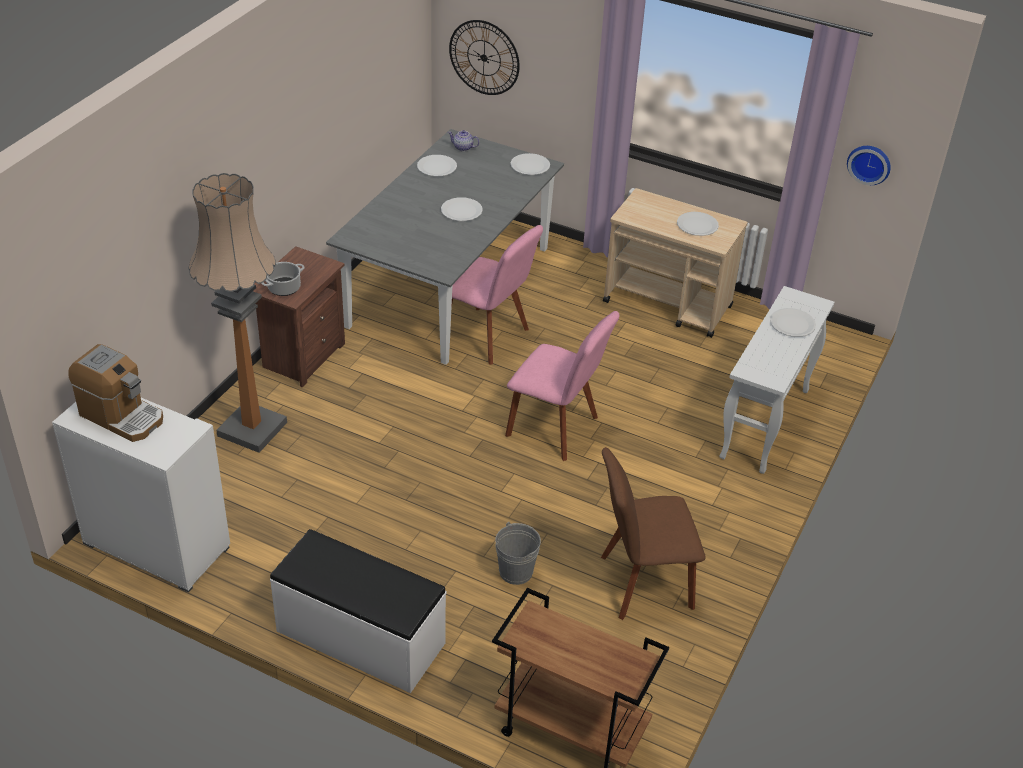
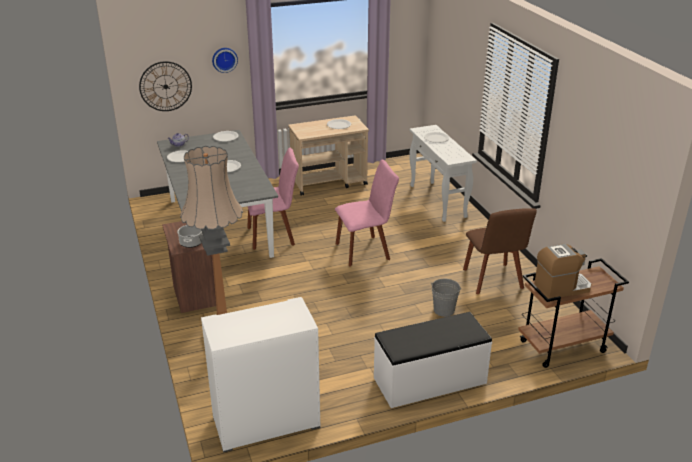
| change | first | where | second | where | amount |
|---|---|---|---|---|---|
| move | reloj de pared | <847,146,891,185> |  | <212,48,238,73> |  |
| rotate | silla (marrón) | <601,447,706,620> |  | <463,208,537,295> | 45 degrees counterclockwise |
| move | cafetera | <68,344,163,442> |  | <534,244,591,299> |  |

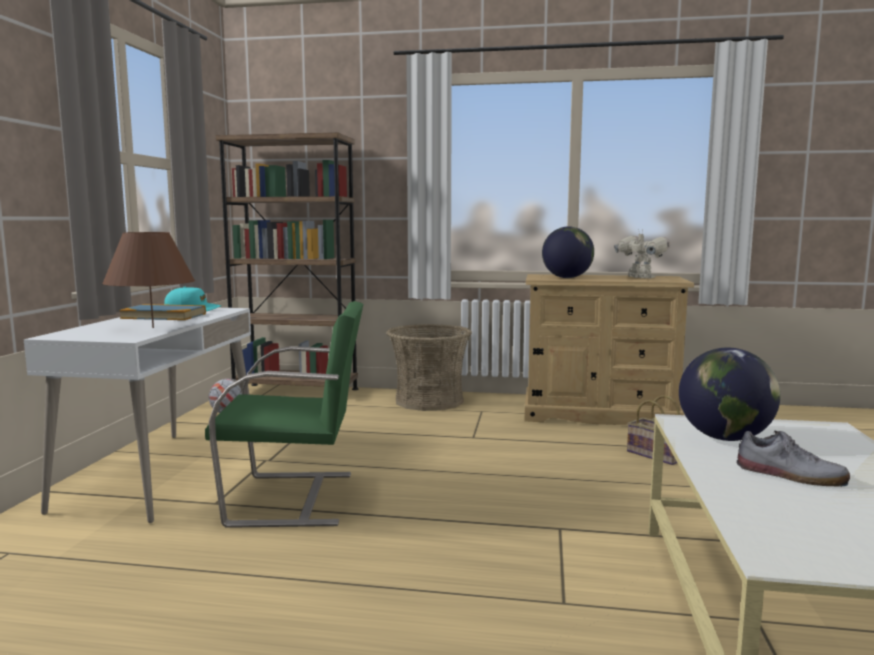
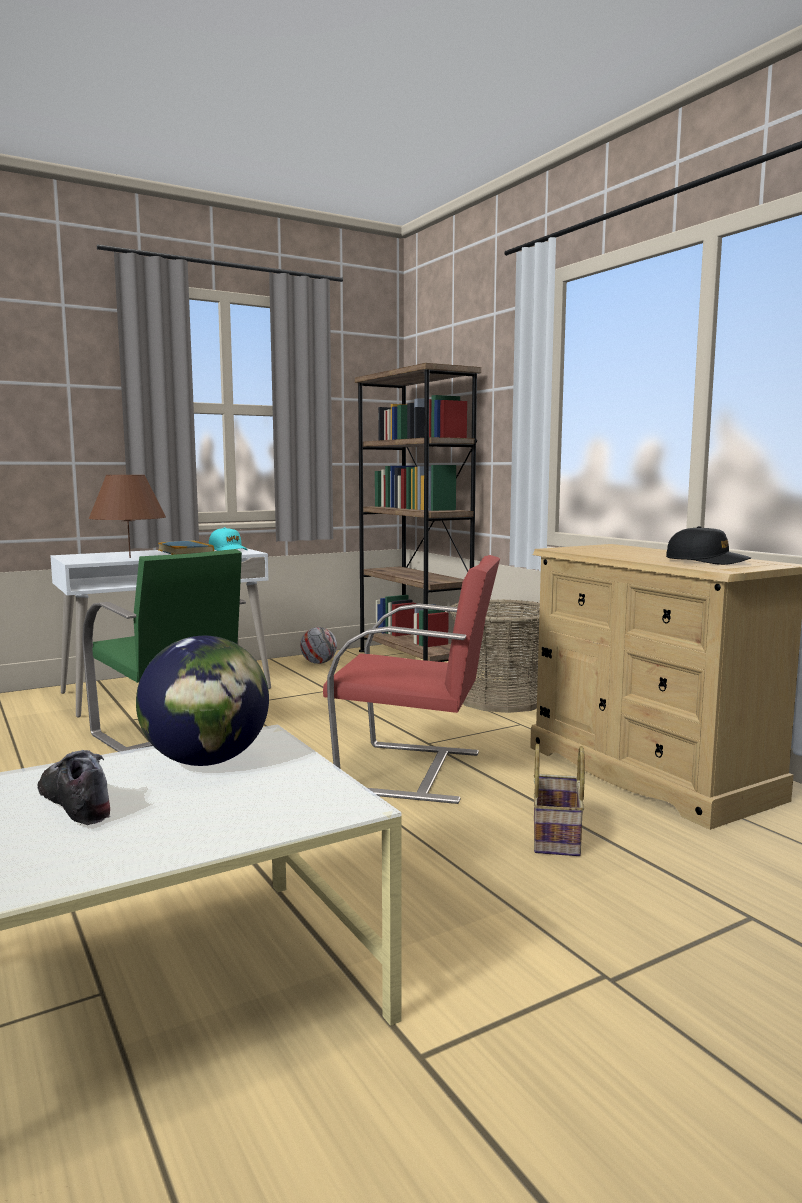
| change | first | where | second | where | amount |
|---|---|---|---|---|---|
| rotate | zapato | <736,431,850,487> |  | <38,750,111,825> | 150 degrees clockwise |
| insert |  |  | silla (rojo) | <323,555,500,804> |  |
| replace | robot de juguete | <614,229,671,279> | gorra (negro) | <666,526,751,565> |  |
| delete | globo terráqueo | <542,227,594,278> |  |  |  |

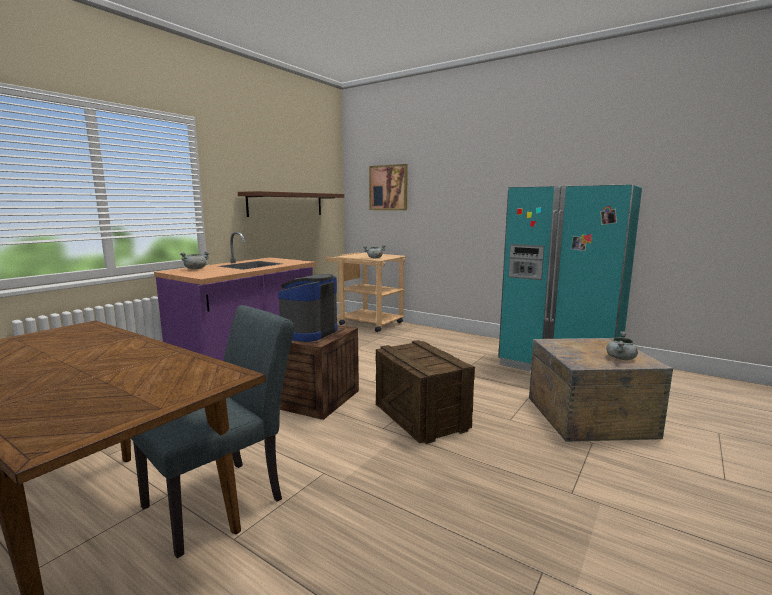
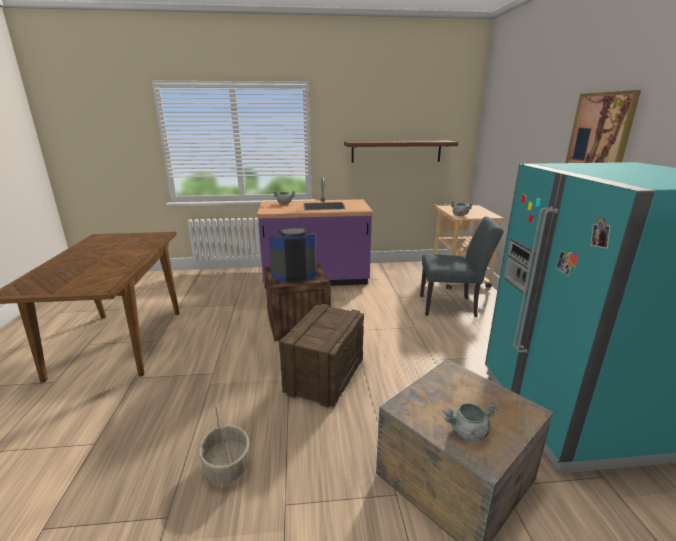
| change | first | where | second | where | amount |
|---|---|---|---|---|---|
| insert |  |  | cesta | <198,403,250,484> |  |
| move | silla (gris) | <131,305,294,558> |  | <420,216,503,317> |  |
| move | cuadro | <369,164,408,210> |  | <565,90,641,163> |  |

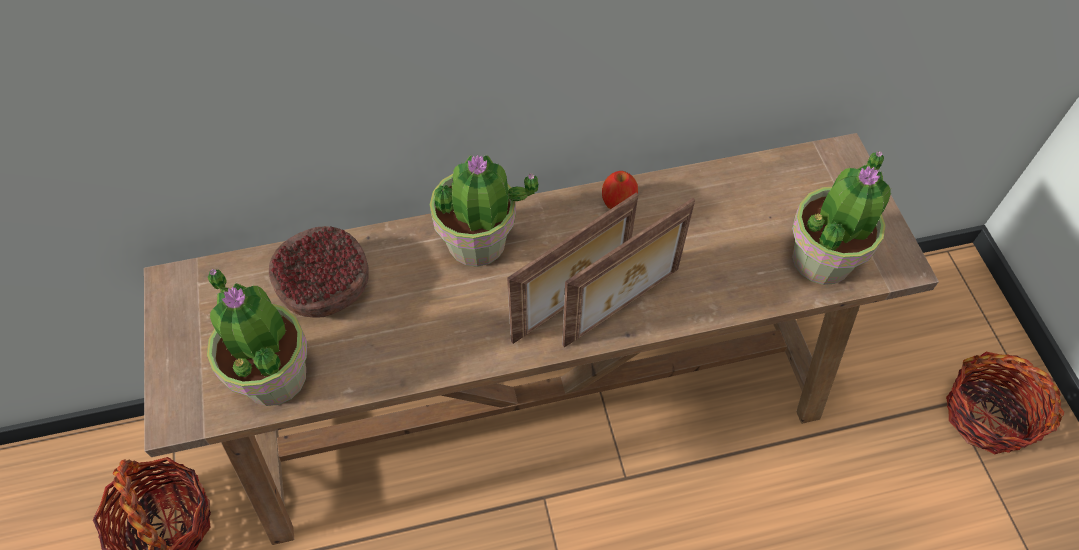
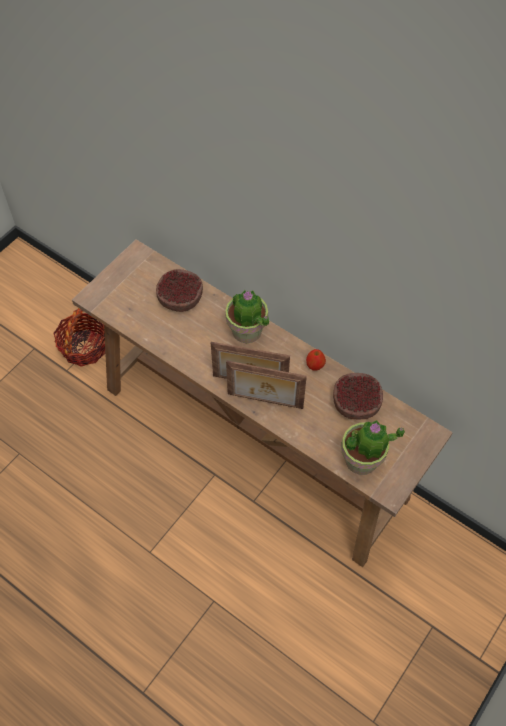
| change | first | where | second | where | amount |
|---|---|---|---|---|---|
| insert |  |  | cuenco | <333,373,383,420> |  |
| delete | planta en maceta | <207,269,307,406> |  |  |  |
| delete | cesta | <946,352,1064,454> |  |  |  |

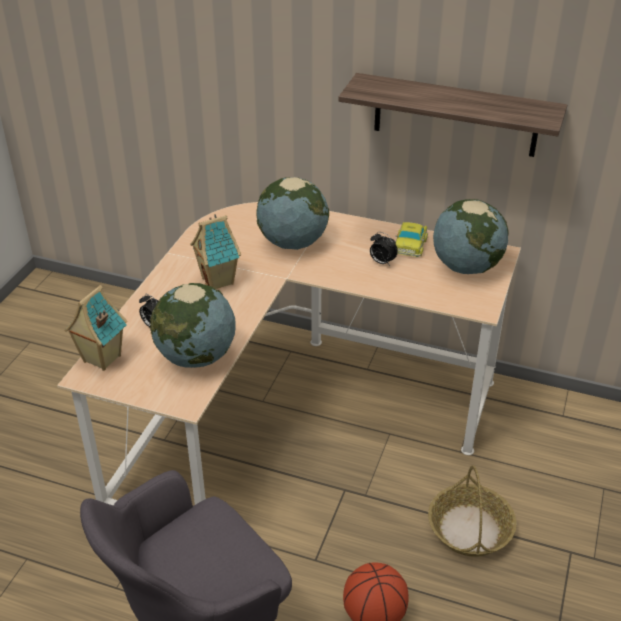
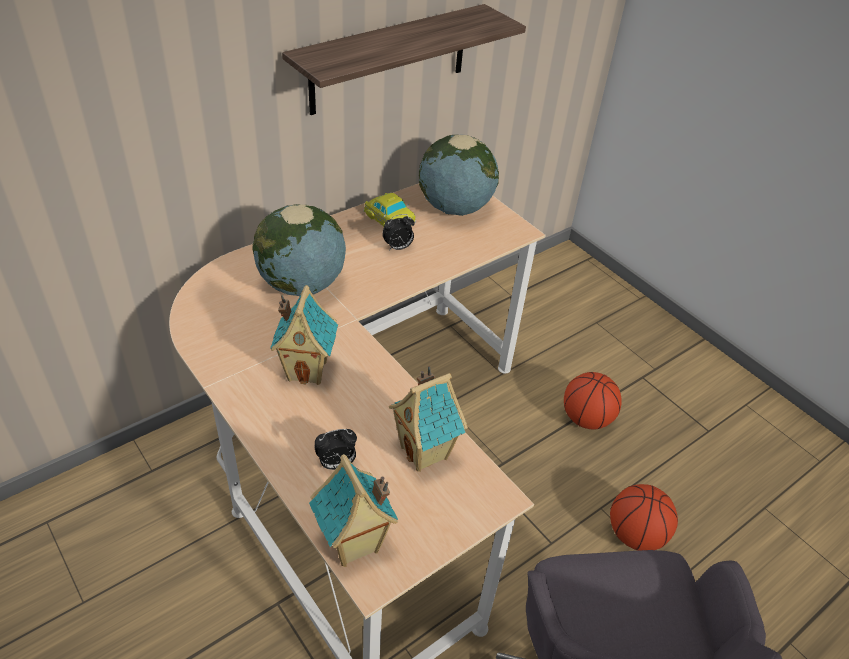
| change | first | where | second | where | amount |
|---|---|---|---|---|---|
| replace | globo terráqueo | <150,283,236,368> | casita | <389,366,468,472> |  |
| replace | cesta | <428,465,516,557> | balón de baloncesto | <564,372,622,429> |  |

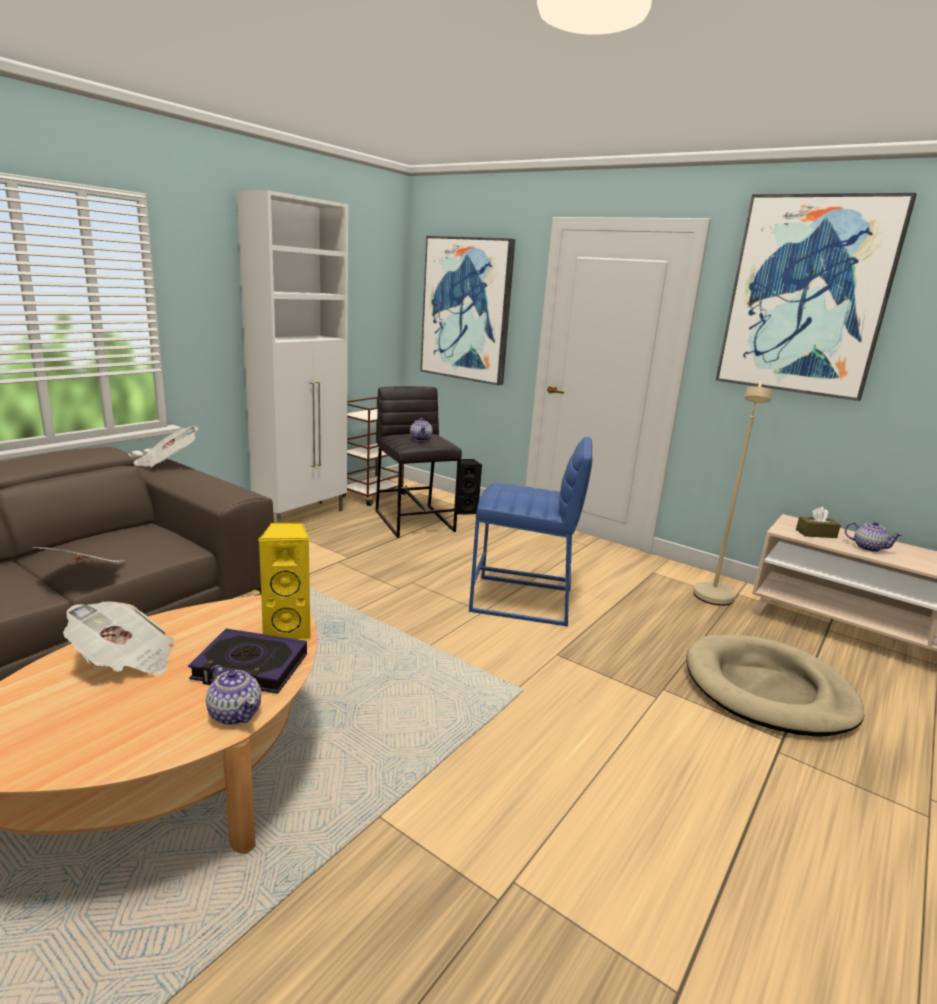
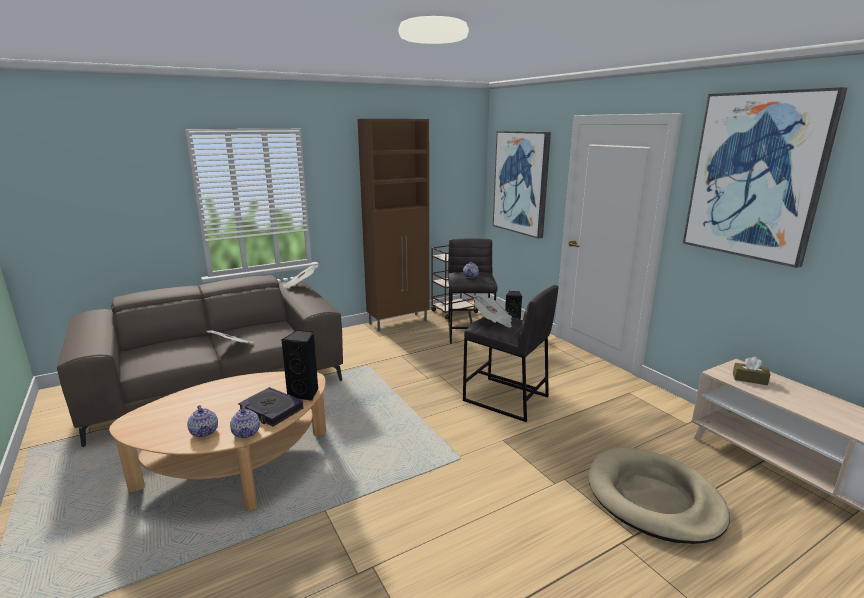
| change | first | where | second | where | amount |
|---|---|---|---|---|---|
| move | tetera | <845,521,903,552> |  | <187,405,218,438> |  |
| recolor | altavoz (amarillo) | <258,522,311,640> | altavoz (negro) | <282,330,318,401> |  |
| recolor | armario (blanco) | <237,190,348,523> | armario (marrón) | <357,119,429,331> |  |
| recolor | taburete (azul) | <469,437,592,626> | taburete (gris) | <463,285,558,422> |  |
| move | periódico | <63,601,174,675> |  | <473,295,512,328> |  |
| delete | lámpara de pie (beis) | <693,381,773,606> |  |  |  |

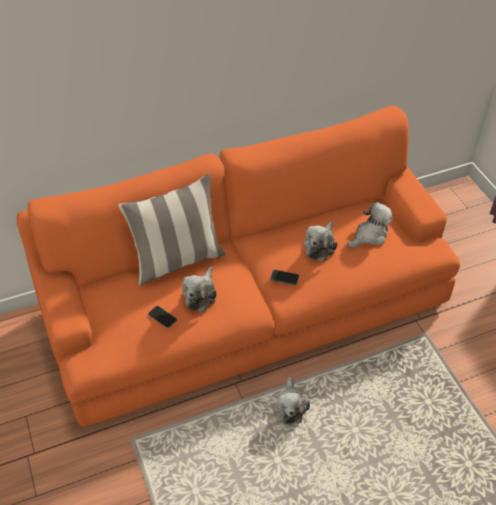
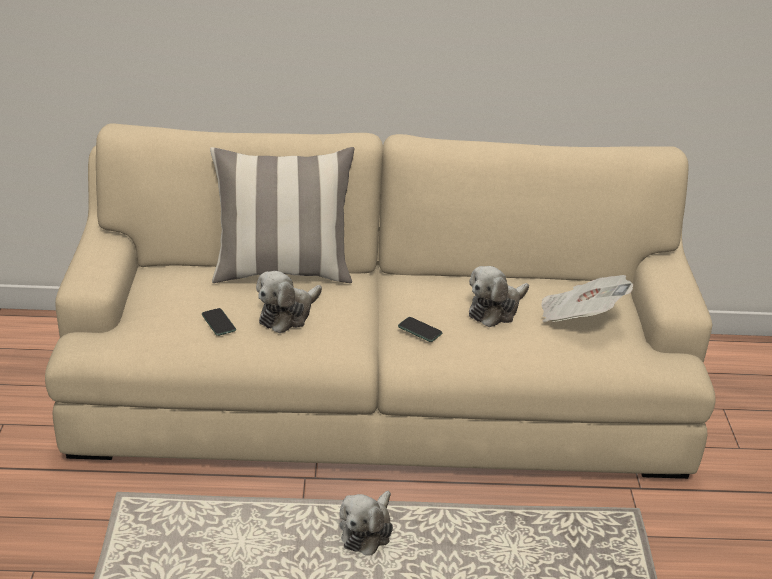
| change | first | where | second | where | amount |
|---|---|---|---|---|---|
| recolor | sofá (naranja) | <16,105,460,427> | sofá (beis) | <45,123,716,479> |  |
| replace | peluche | <347,202,393,248> | periódico | <541,275,633,322> |  |

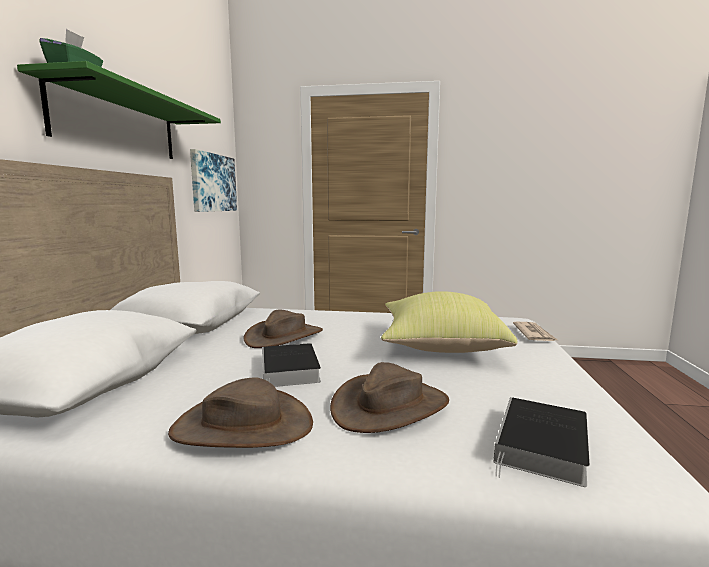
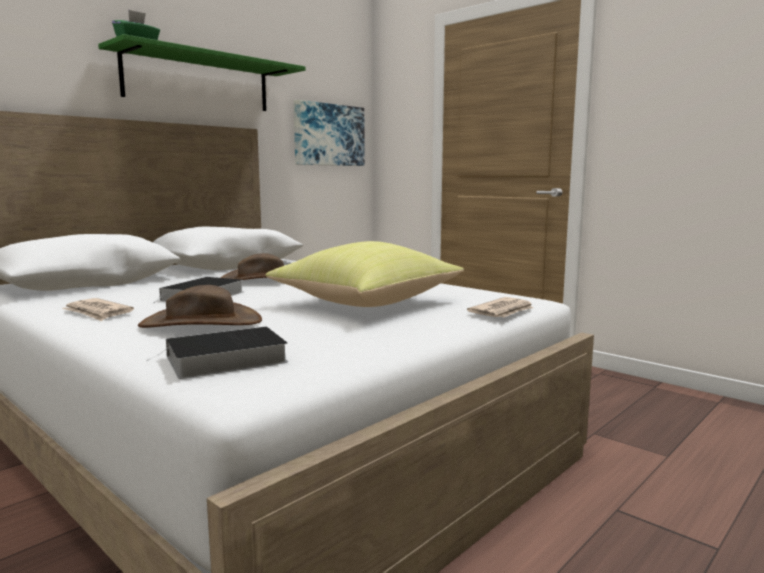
| change | first | where | second | where | amount |
|---|---|---|---|---|---|
| replace | sombrero (marrón) | <168,377,313,448> | periódico | <62,298,134,321> |  |

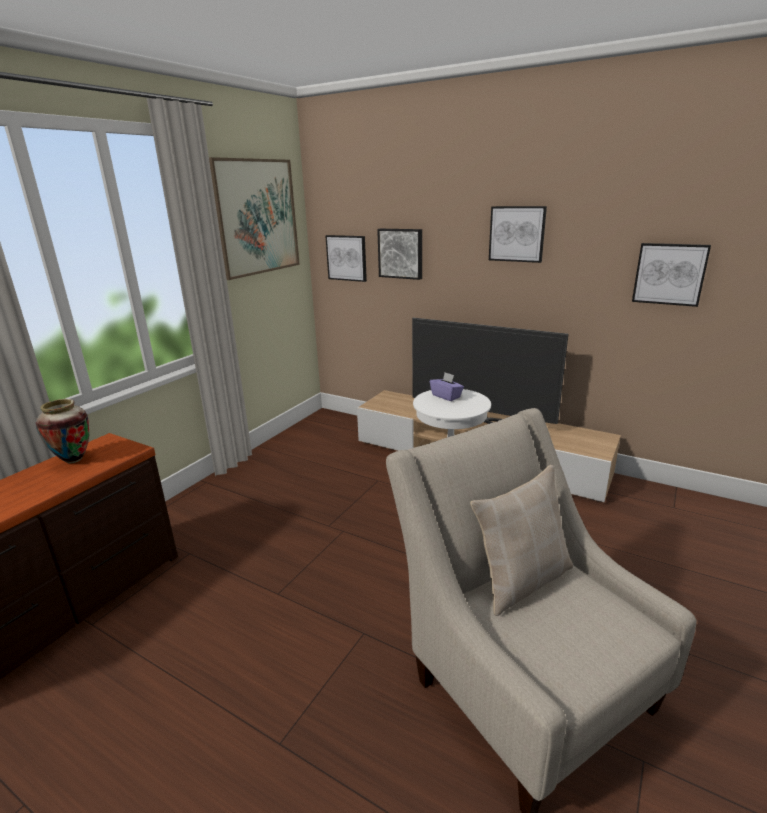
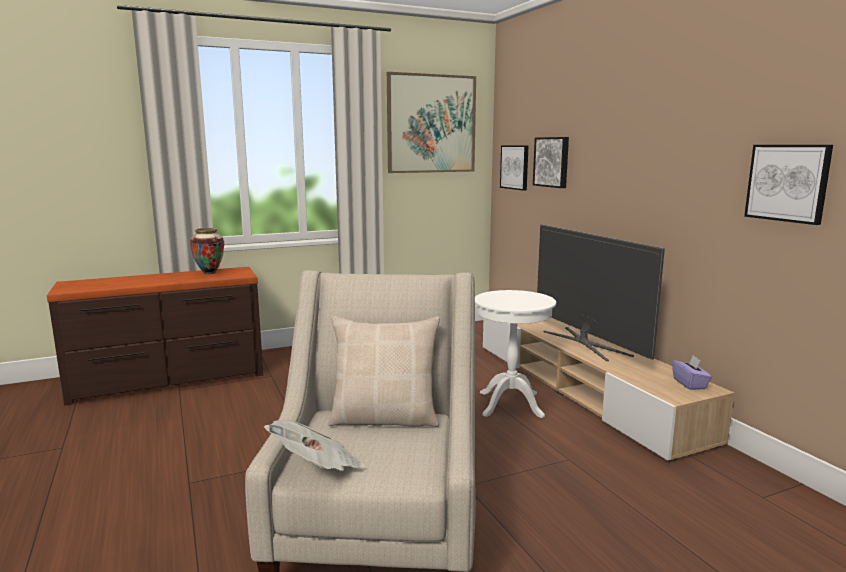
| change | first | where | second | where | amount |
|---|---|---|---|---|---|
| insert |  |  | periódico | <264,420,366,471> |  |
| move | caja de pañuelos (morado) | <430,372,464,401> |  | <672,356,712,390> |  |
| delete | cuadro | <489,206,547,263> |  |  |  |

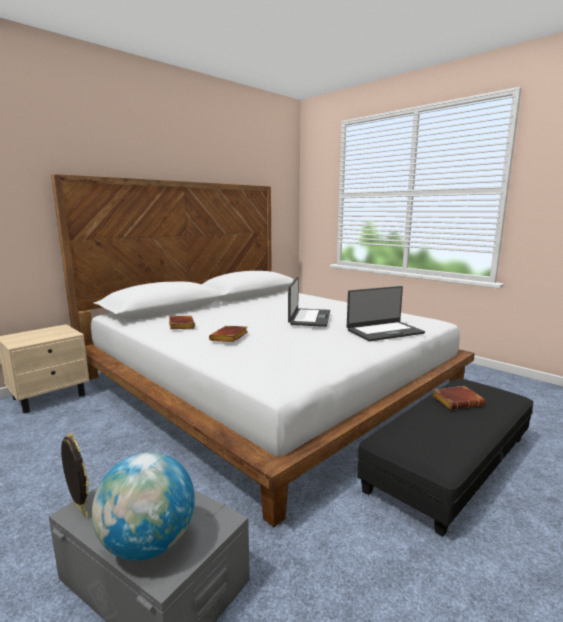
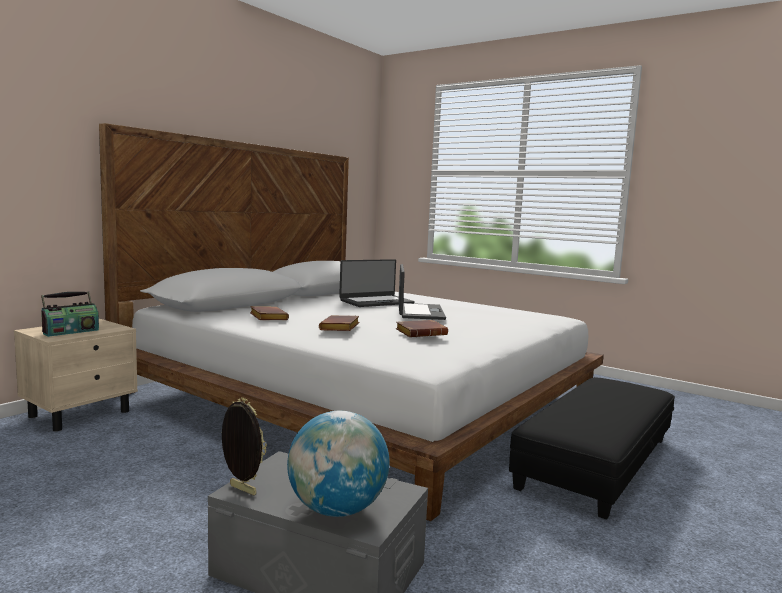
| change | first | where | second | where | amount |
|---|---|---|---|---|---|
| insert |  |  | radio | <41,292,99,337> |  |
| move | portátil | <347,286,425,341> |  | <339,259,415,307> |  |
| move | libro (marrón) | <432,386,485,410> |  | <396,320,448,337> |  |

